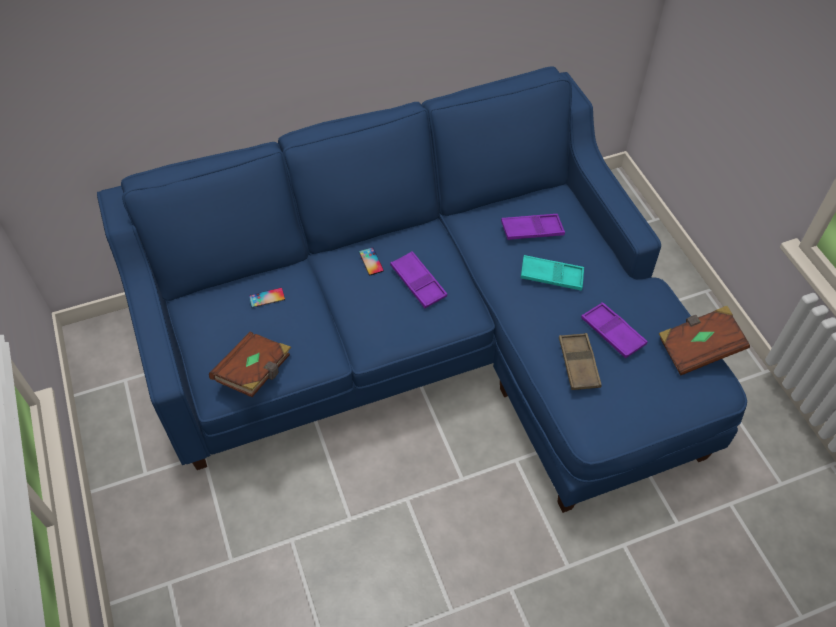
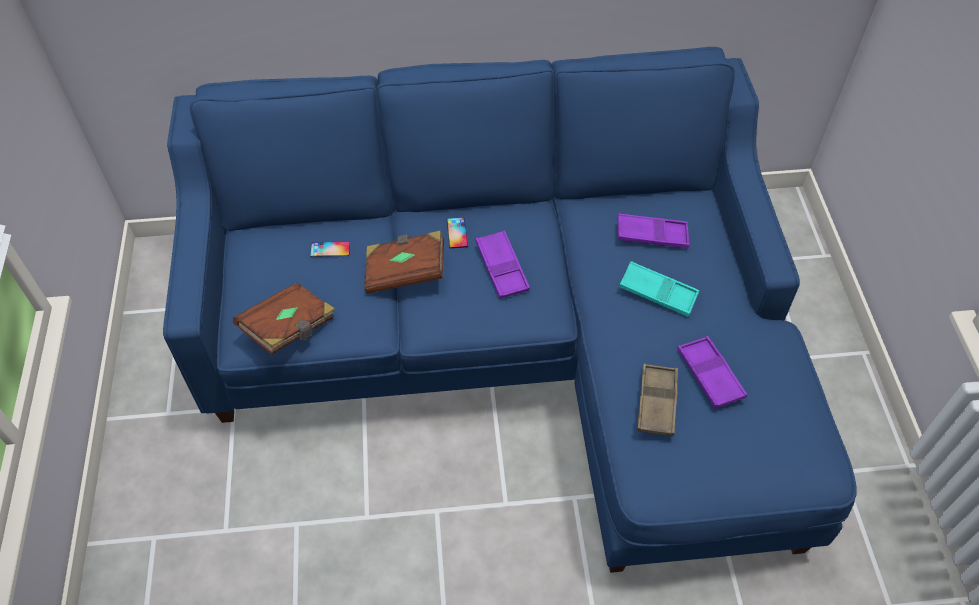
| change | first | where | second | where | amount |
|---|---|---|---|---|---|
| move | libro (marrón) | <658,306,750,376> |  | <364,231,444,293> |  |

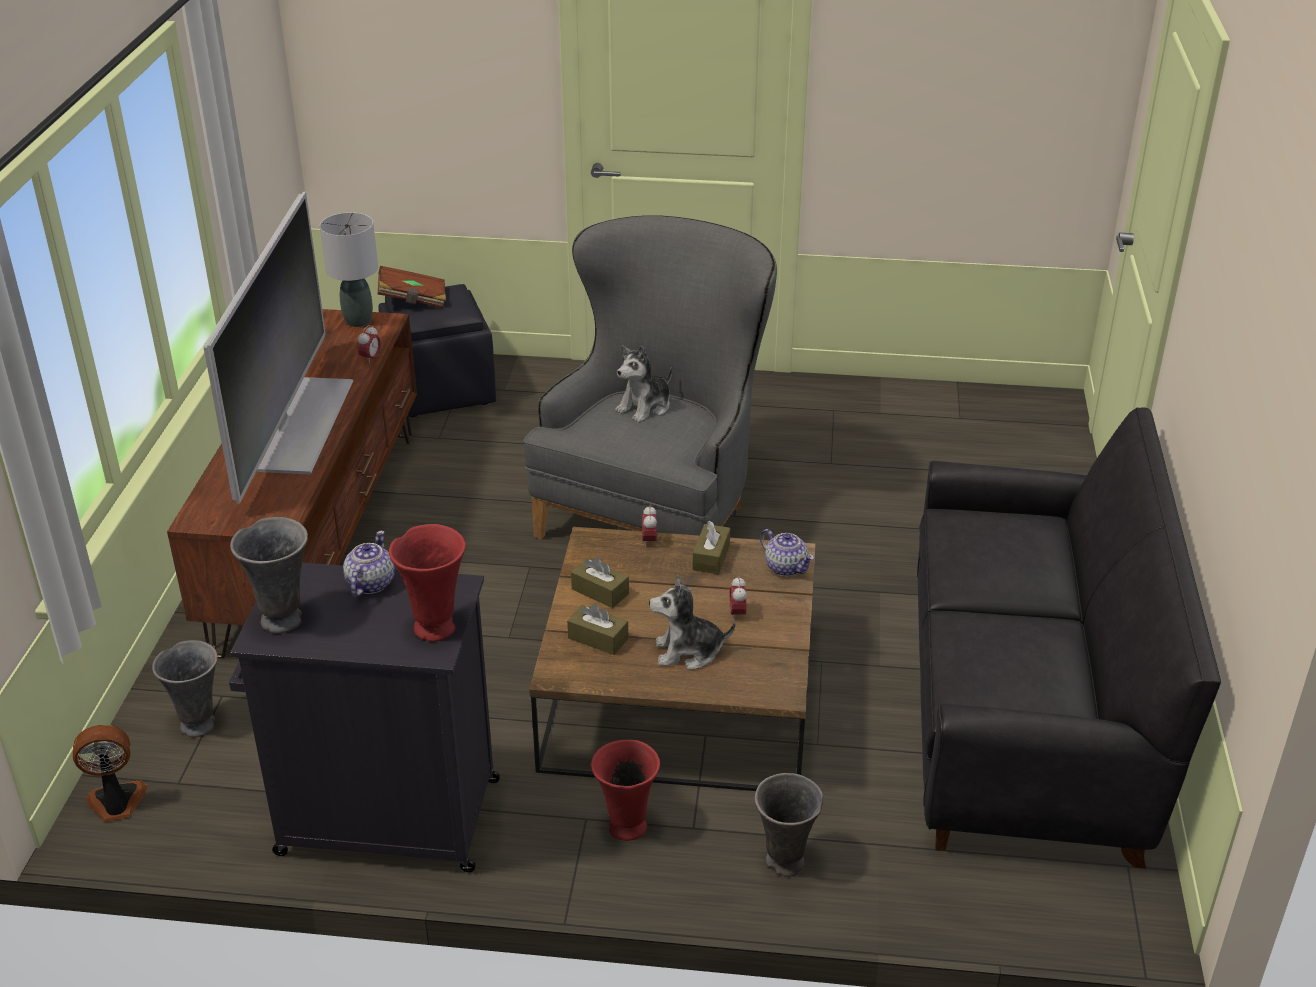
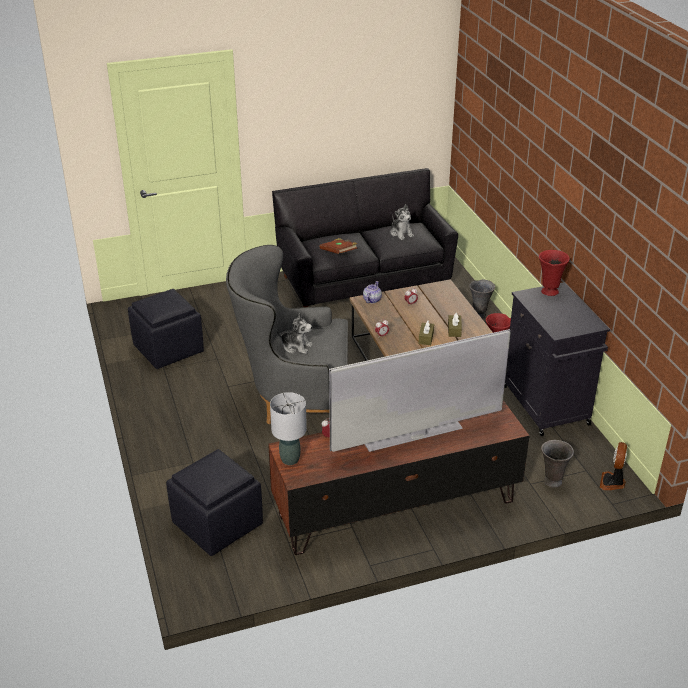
| change | first | where | second | where | amount |
|---|---|---|---|---|---|
| insert |  |  | puf (negro) | <128,289,204,369> |  |
| move | libro (marrón) | <378,266,446,308> |  | <319,238,358,254> |  |
| move | peluche | <649,575,736,670> |  | <390,204,414,240> |  |
| rotate | ventilador | <73,725,147,822> |  | <600,442,627,490> | 60 degrees clockwise |
| delete | florero (gris) | <230,517,308,634> |  |  |  |
| delete | tetera | <343,531,395,597> |  |  |  |
| delete | caja de pañuelos (marrón) | <692,521,730,575> |  |  |  |

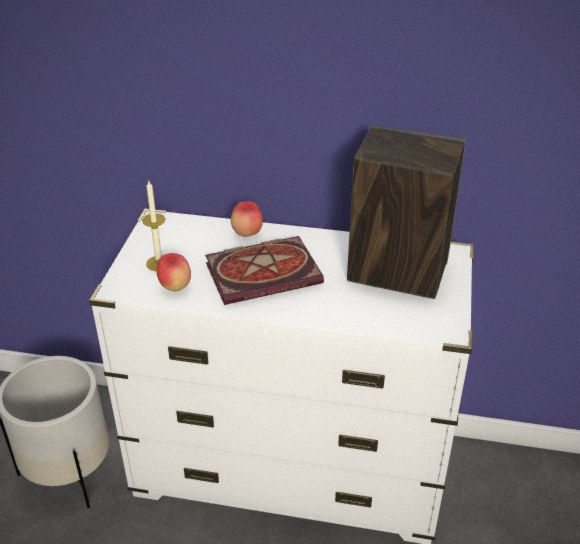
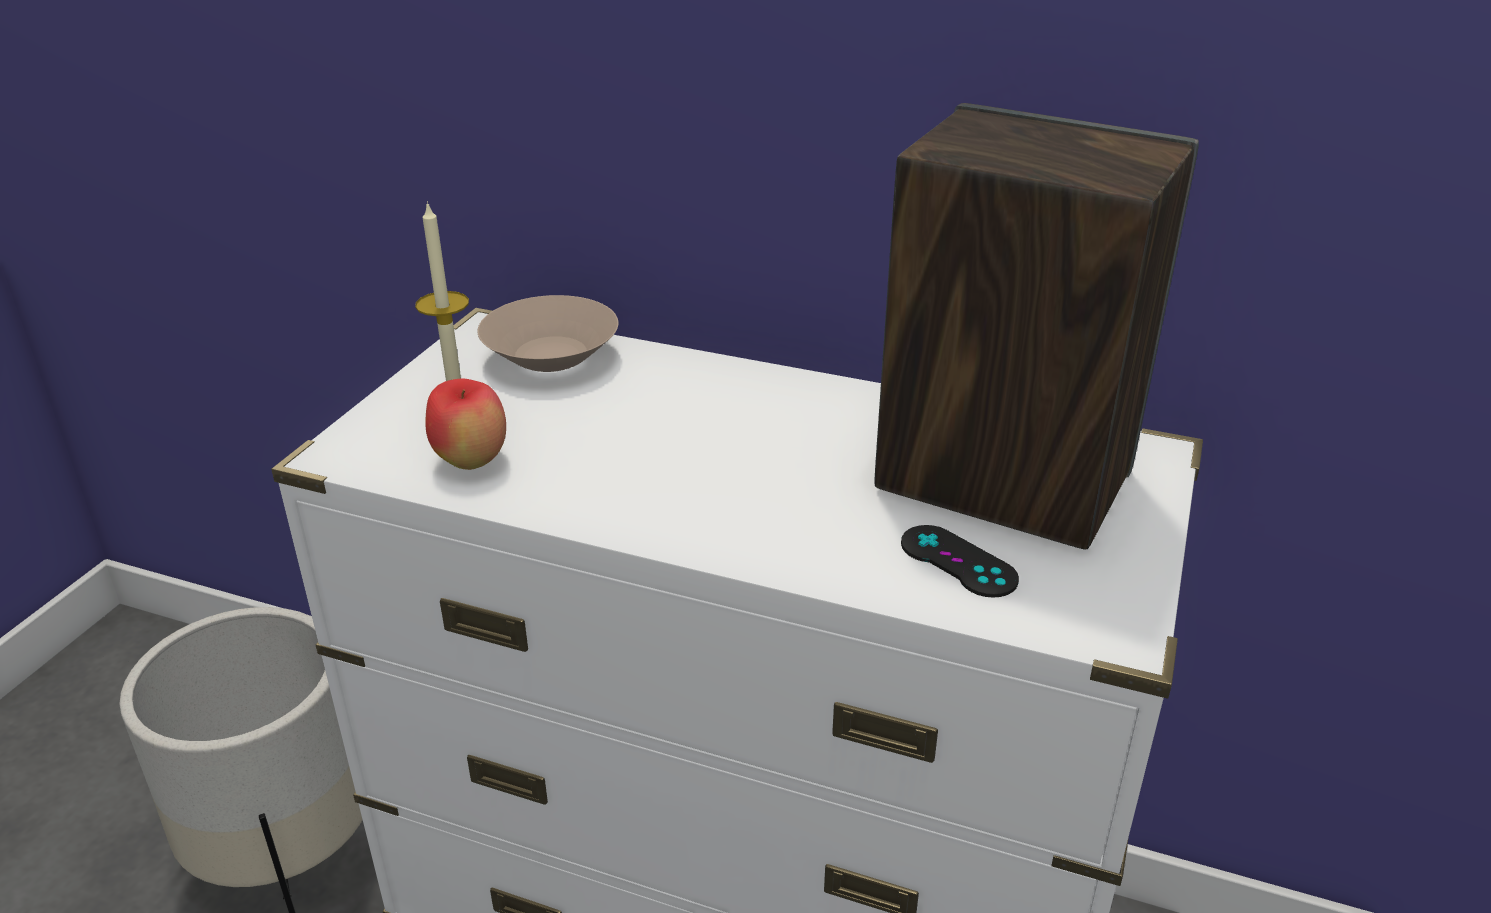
| change | first | where | second | where | amount |
|---|---|---|---|---|---|
| insert |  |  | cuenco (beis) | <478,295,619,372> |  |
| insert |  |  | mando de consola (negro) | <901,525,1019,598> |  |
| delete | libro | <205,236,324,305> |  |  |  |
| delete | manzana | <231,201,263,237> |  |  |  |

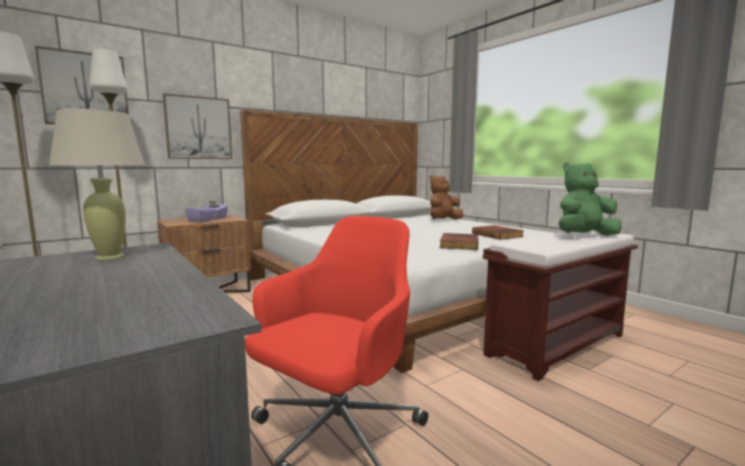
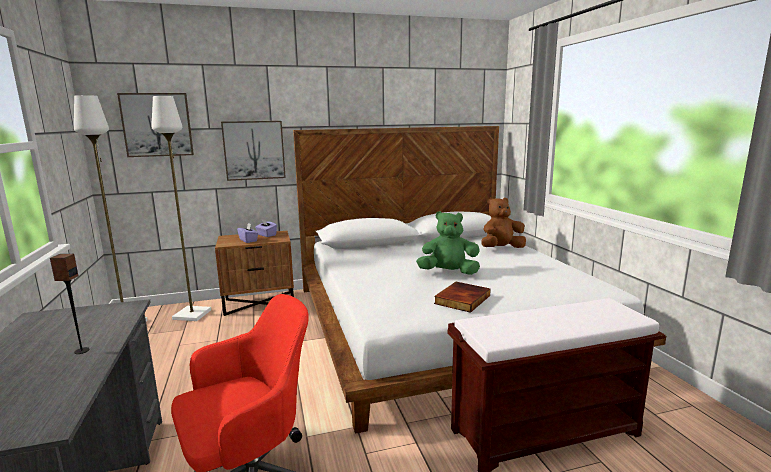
| change | first | where | second | where | amount |
|---|---|---|---|---|---|
| insert |  |  | altavoz | <50,254,90,354> |  |
| move | peluche (verde) | <558,162,622,236> |  | <416,211,480,275> |  |
| delete | lámpara de mesa (beis) | <49,109,145,260> |  |  |  |
| delete | libro | <472,225,524,240> |  |  |  |

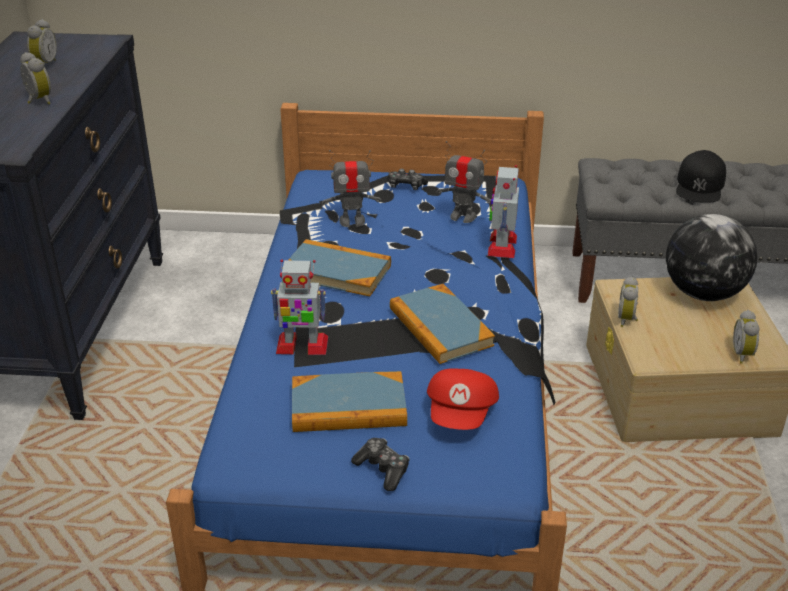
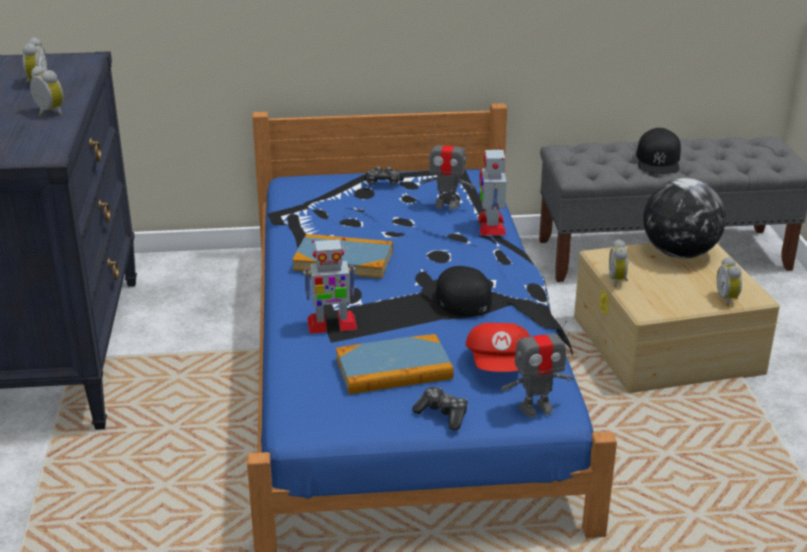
| change | first | where | second | where | amount |
|---|---|---|---|---|---|
| replace | libro | <390,284,495,364> | gorra (negro) | <421,266,492,316> |  |
| move | robot de juguete | <322,150,381,227> |  | <501,320,573,417> |  |

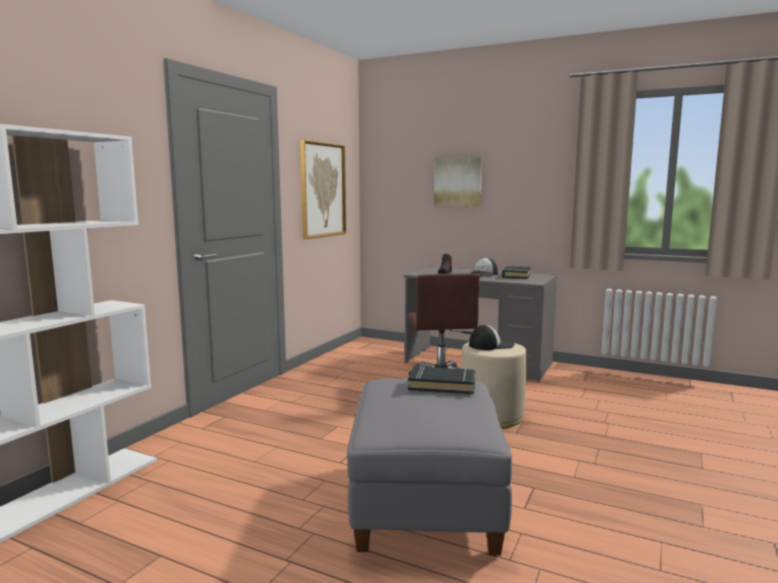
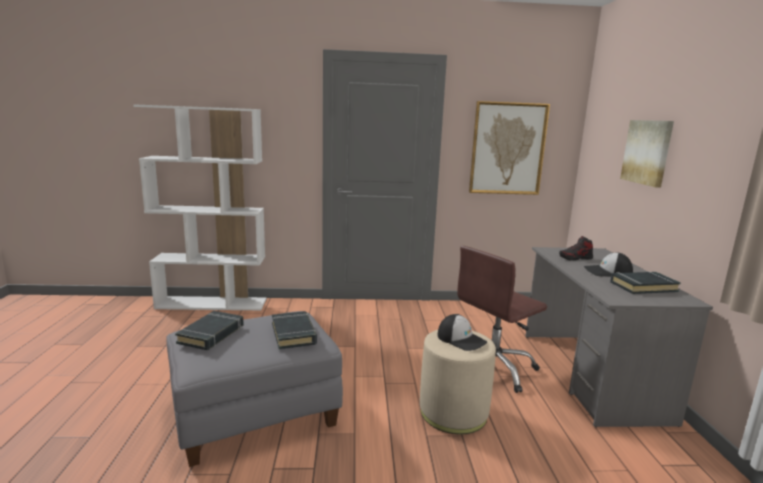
| change | first | where | second | where | amount |
|---|---|---|---|---|---|
| insert |  |  | libro (negro) | <175,311,244,350> |  |

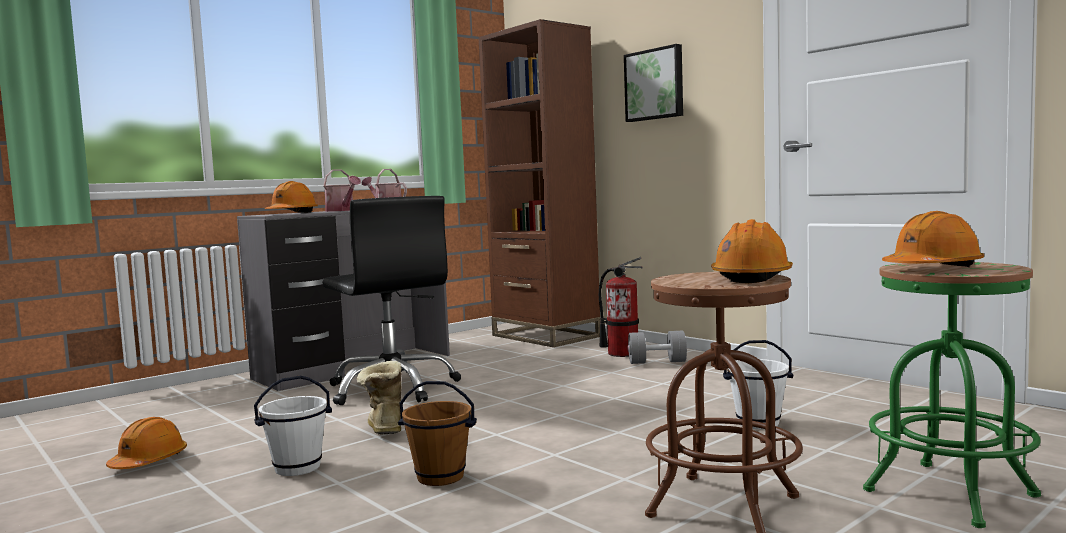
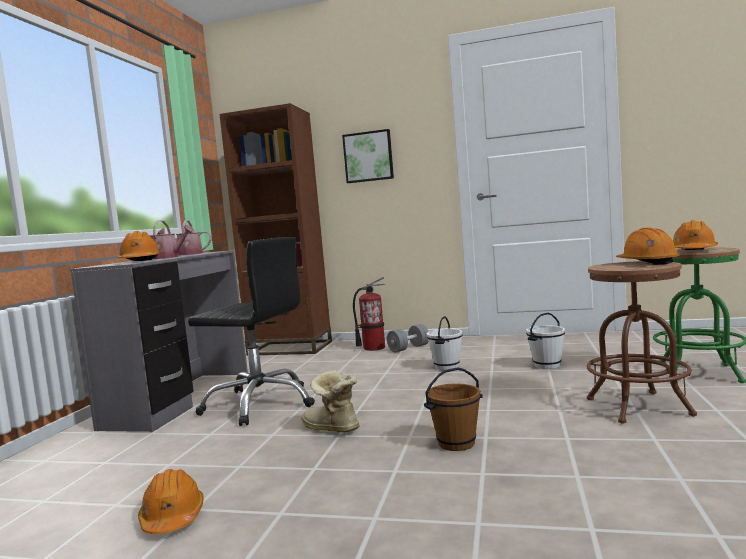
| change | first | where | second | where | amount |
|---|---|---|---|---|---|
| move | cubo (blanco) | <254,376,332,476> |  | <427,316,462,370> |  |

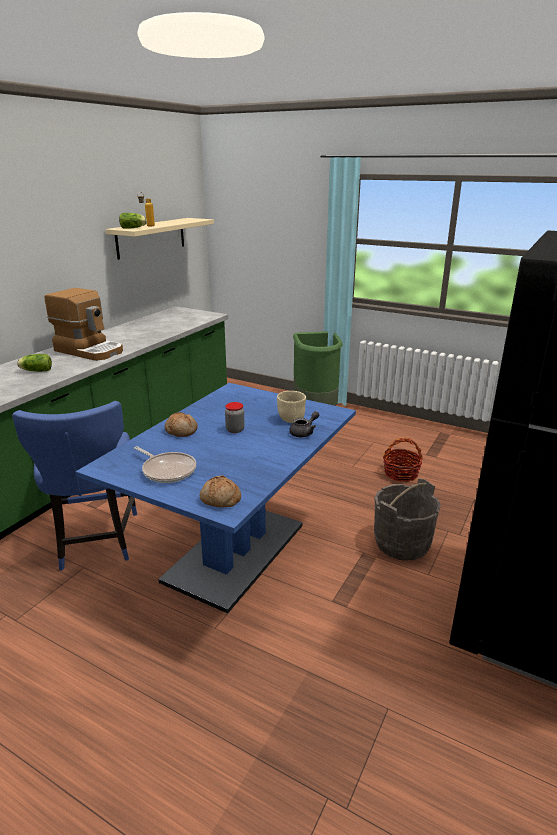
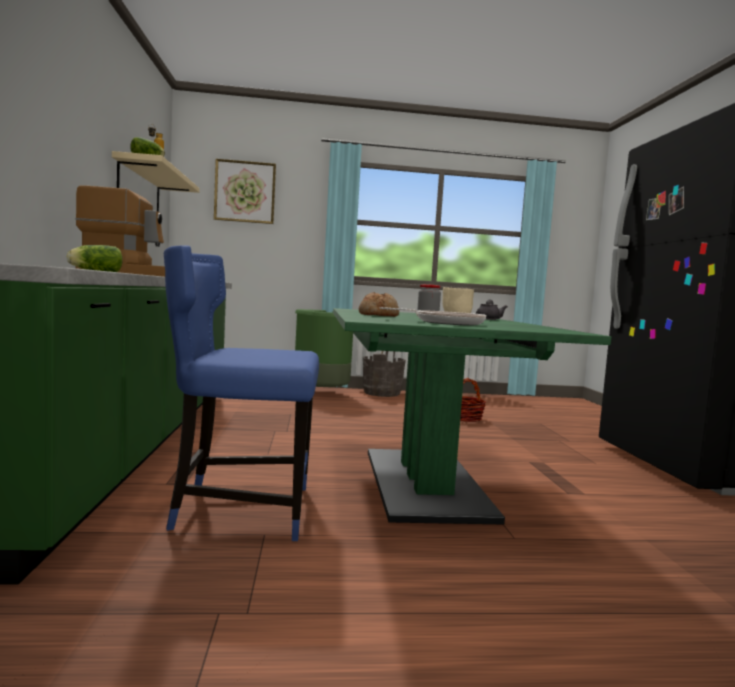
| change | first | where | second | where | amount |
|---|---|---|---|---|---|
| rotate | silla (azul) | <12,401,137,571> |  | <164,245,319,541> | 135 degrees clockwise |
| insert |  |  | cuadro | <214,159,276,224> |  |
| recolor | mesa de comedor (azul) | <76,383,356,613> | mesa de comedor (verde) | <333,308,611,524> |  |
| move | cubo (gris) | <374,479,441,561> |  | <363,351,406,397> |  |
| delete | pan | <200,475,241,508> |  |  |  |

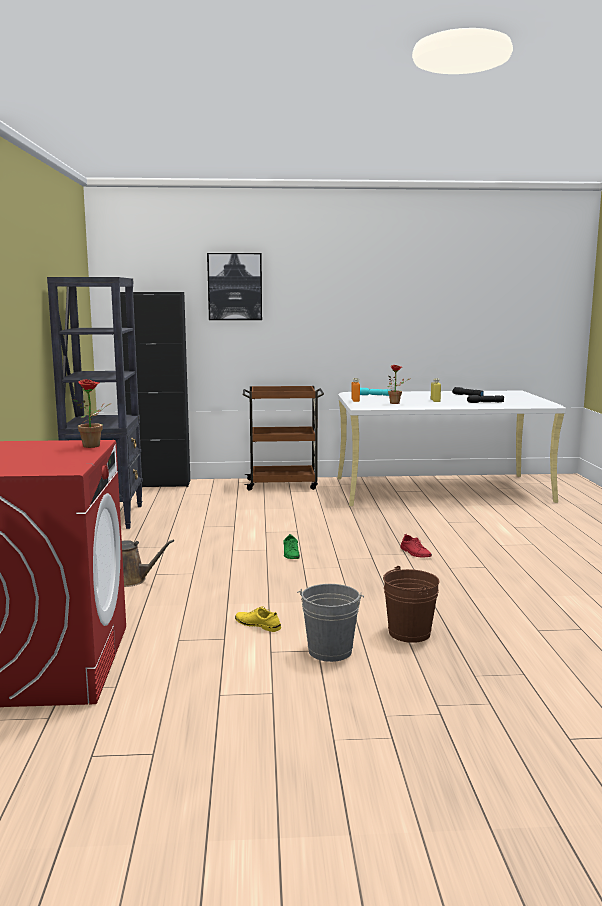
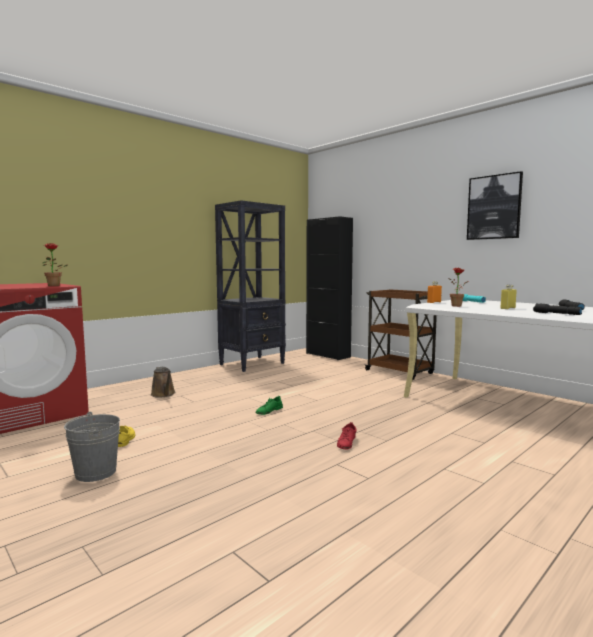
| change | first | where | second | where | amount |
|---|---|---|---|---|---|
| move | cuadro | <207,253,262,320> |  | <467,171,523,240> |  |
| delete | cubo (marrón) | <383,566,439,643> |  |  |  |

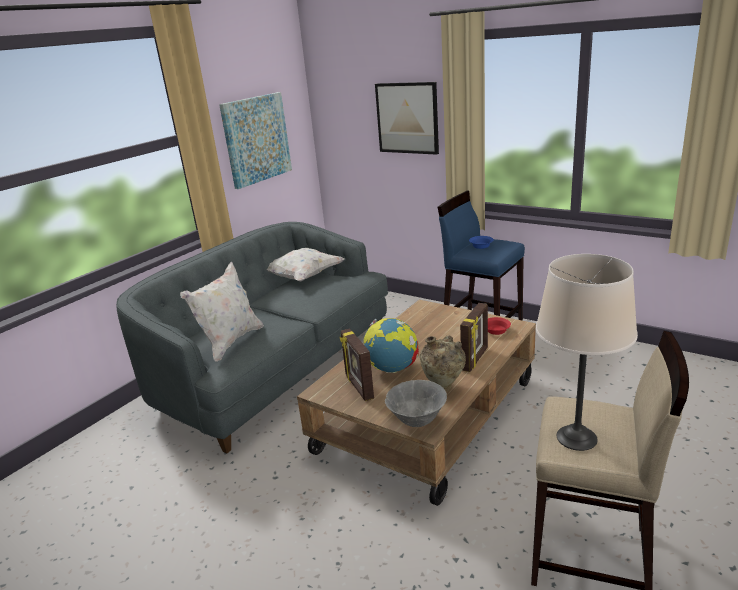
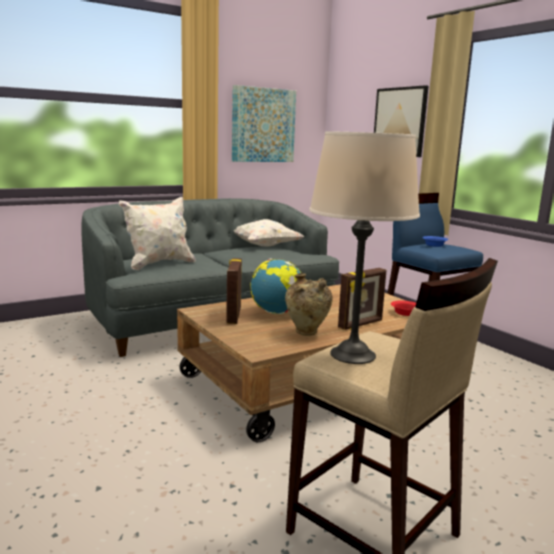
| change | first | where | second | where | amount |
|---|---|---|---|---|---|
| delete | cuenco (gris) | <385,380,447,427> |  |  |  |

